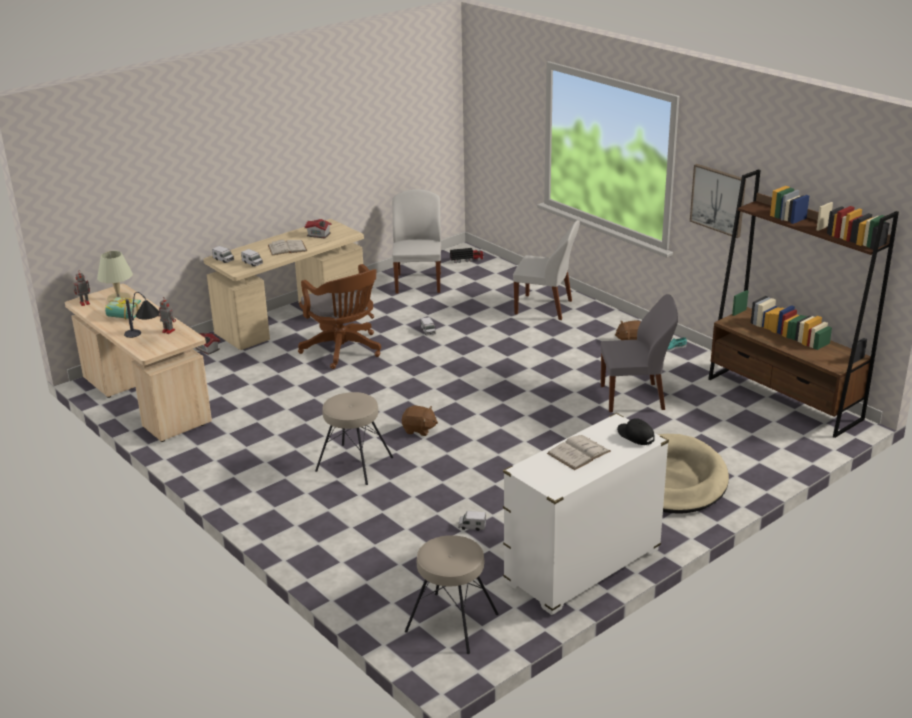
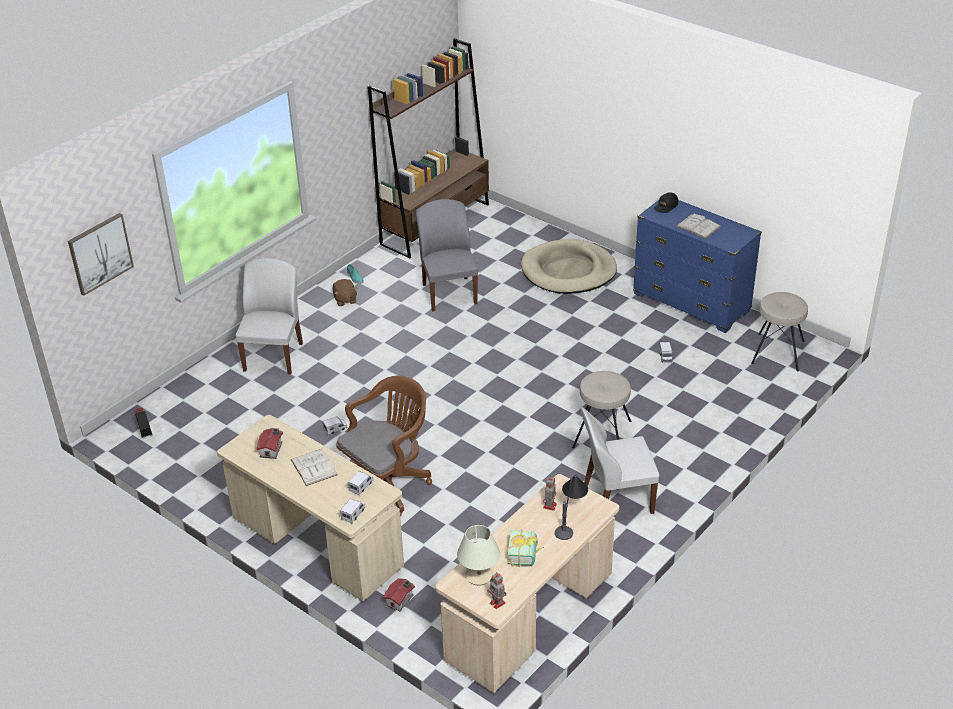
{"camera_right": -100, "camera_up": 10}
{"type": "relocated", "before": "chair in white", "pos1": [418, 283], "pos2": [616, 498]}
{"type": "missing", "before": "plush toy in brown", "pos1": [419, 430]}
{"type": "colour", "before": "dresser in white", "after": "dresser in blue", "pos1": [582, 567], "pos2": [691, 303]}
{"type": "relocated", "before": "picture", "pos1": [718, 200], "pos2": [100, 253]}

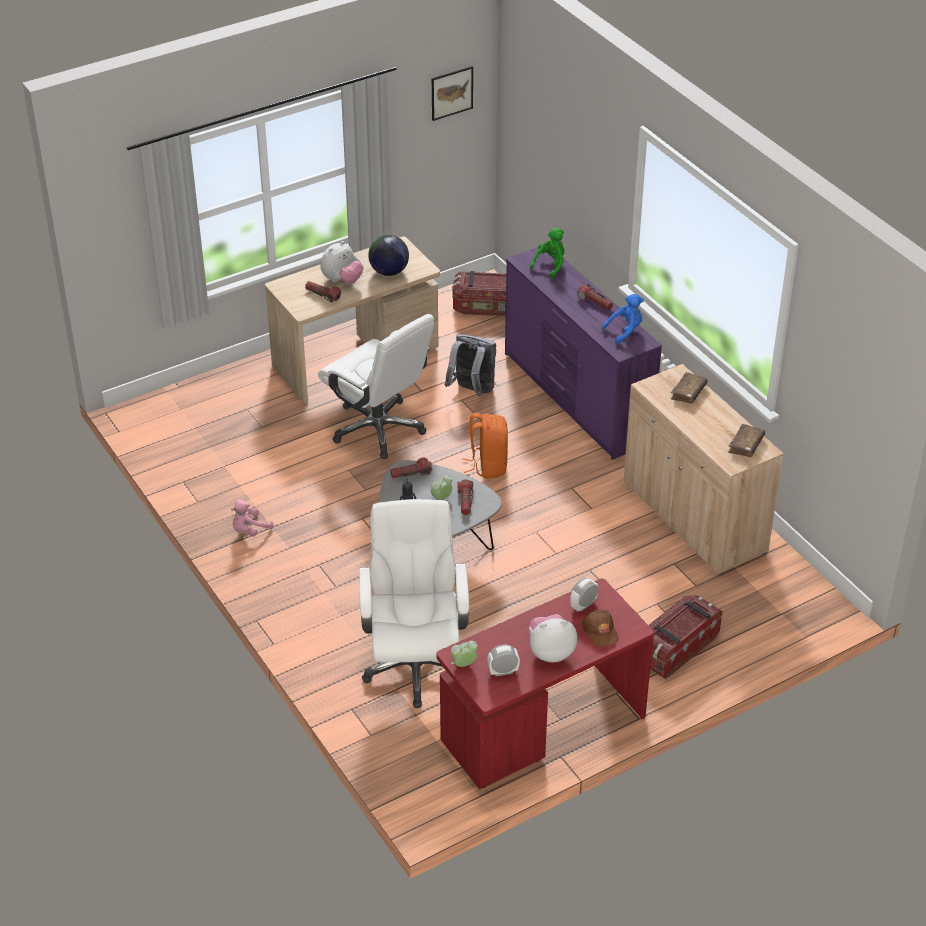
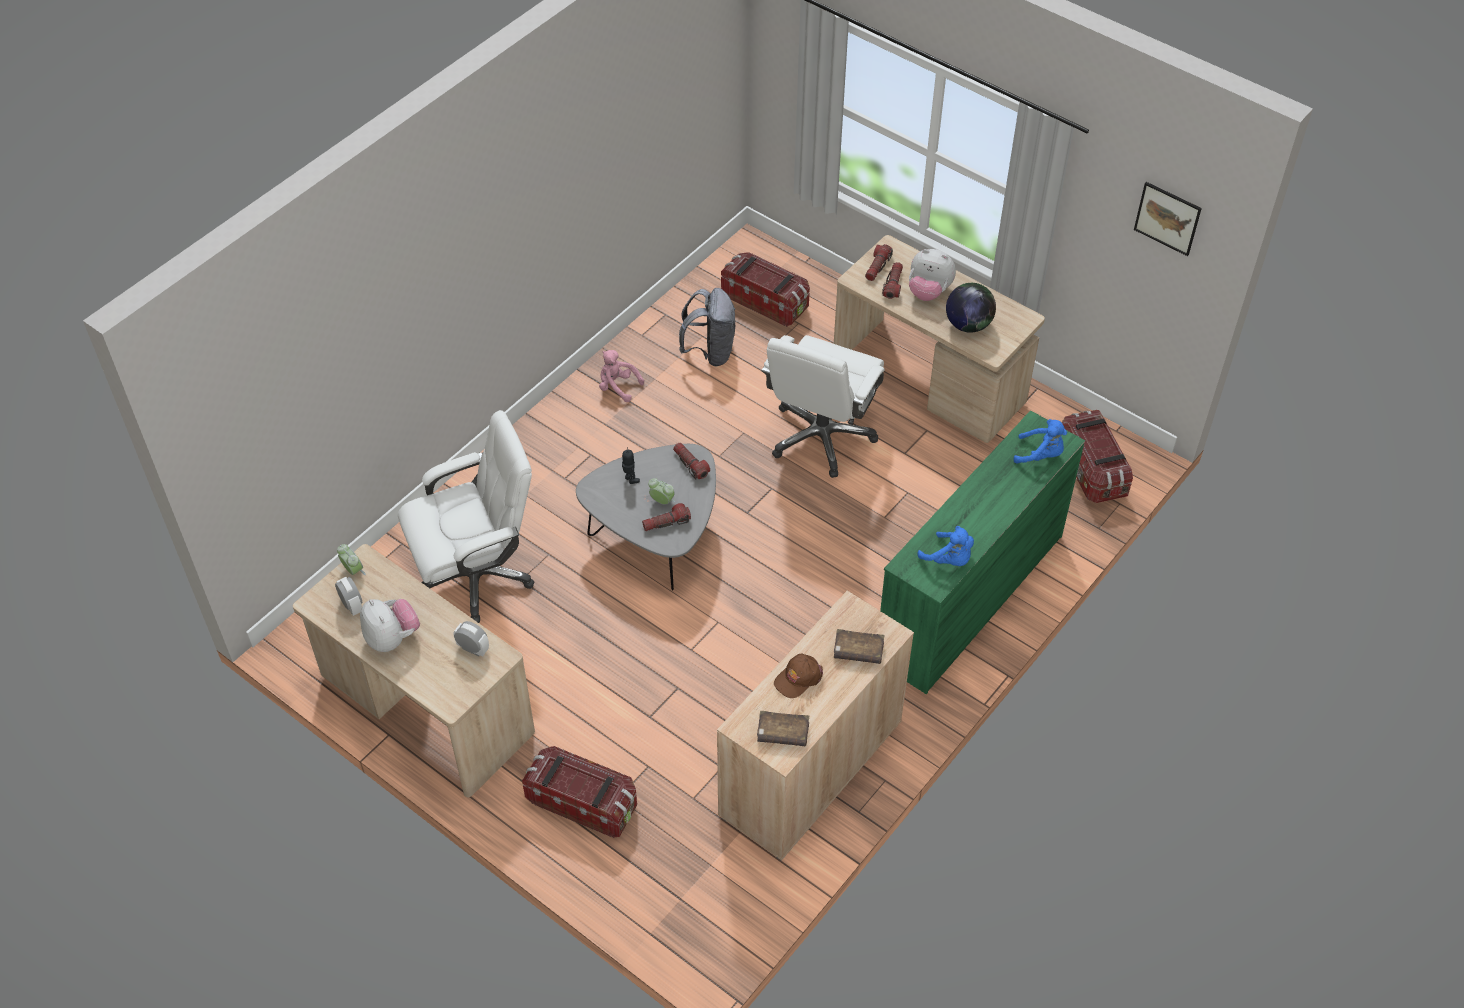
{"camera_right": 70, "camera_up": 10}
{"type": "colour", "before": "desk in red", "after": "desk in beige", "pos1": [542, 727], "pos2": [425, 707]}
{"type": "relocated", "before": "backpack in grey", "pos1": [472, 391], "pos2": [710, 352]}
{"type": "missing", "before": "backpack in orange", "pos1": [488, 466]}
{"type": "colour", "before": "dresser in purple", "after": "dresser in green", "pos1": [576, 398], "pos2": [968, 597]}
{"type": "colour", "before": "plush toy in green", "after": "plush toy in blue", "pos1": [550, 265], "pos2": [1040, 455]}
{"type": "relocated", "before": "flashlight", "pos1": [595, 302], "pos2": [877, 267]}
{"type": "relocated", "before": "cap in brown", "pos1": [600, 631], "pos2": [798, 678]}
{"type": "appeared", "after": "storage box", "pos2": [765, 301]}

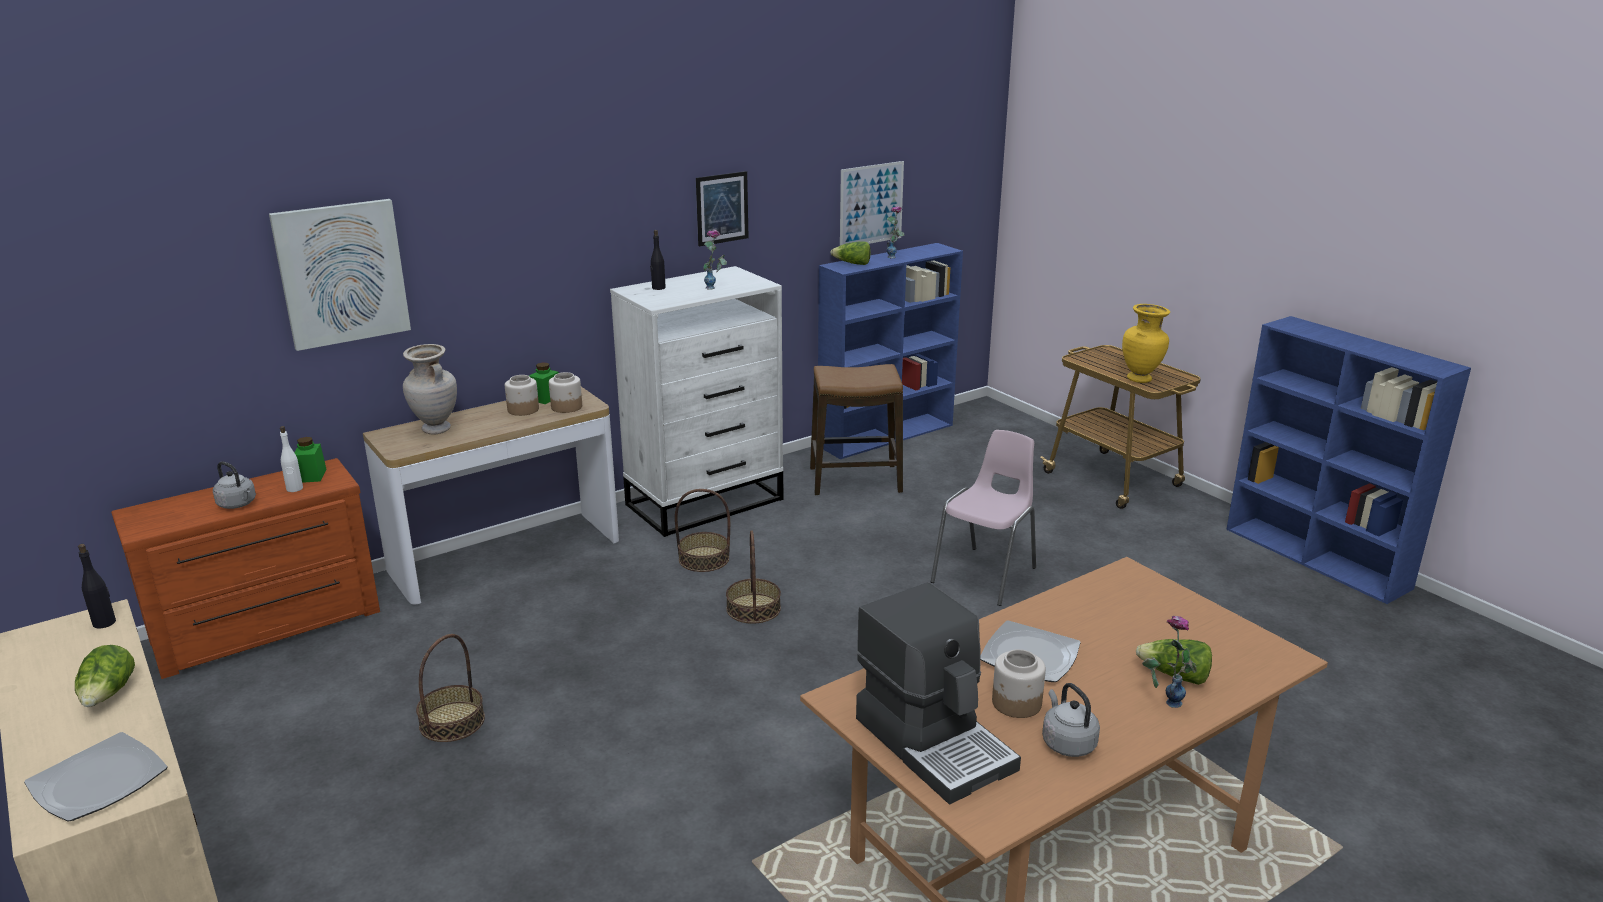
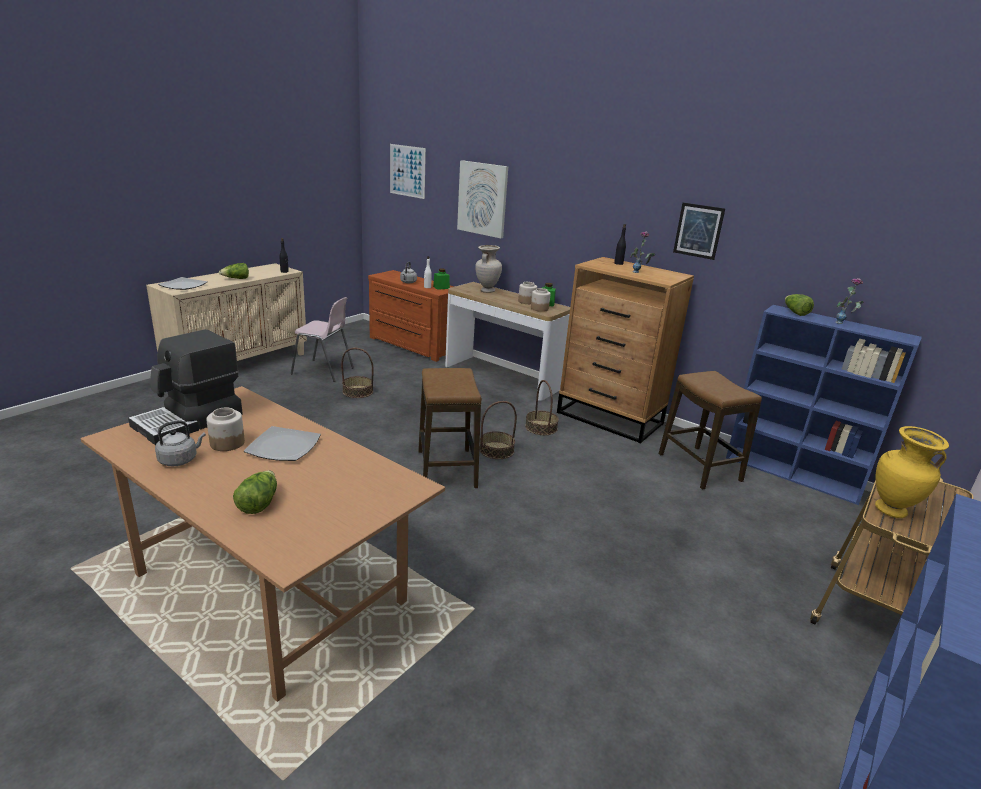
{"camera_right": 70, "camera_up": 0}
{"type": "colour", "before": "dresser in white", "after": "dresser in brown", "pos1": [706, 502], "pos2": [610, 418]}
{"type": "relocated", "before": "picture", "pos1": [871, 204], "pos2": [407, 171]}
{"type": "relocated", "before": "chair in pink", "pos1": [986, 575], "pos2": [323, 371]}
{"type": "missing", "before": "vase", "pos1": [1162, 700]}
{"type": "appeared", "after": "stool", "pos2": [447, 469]}

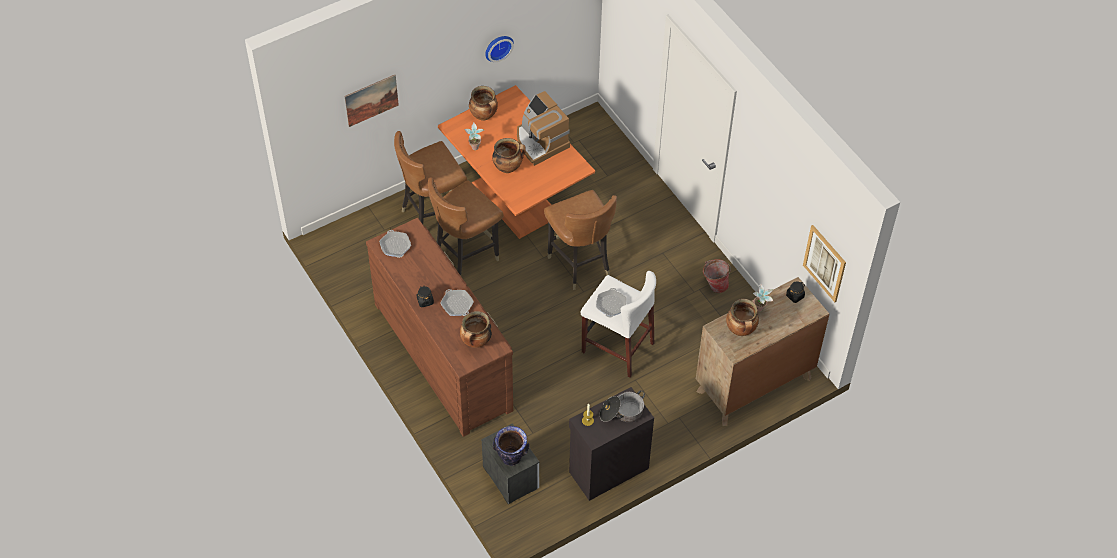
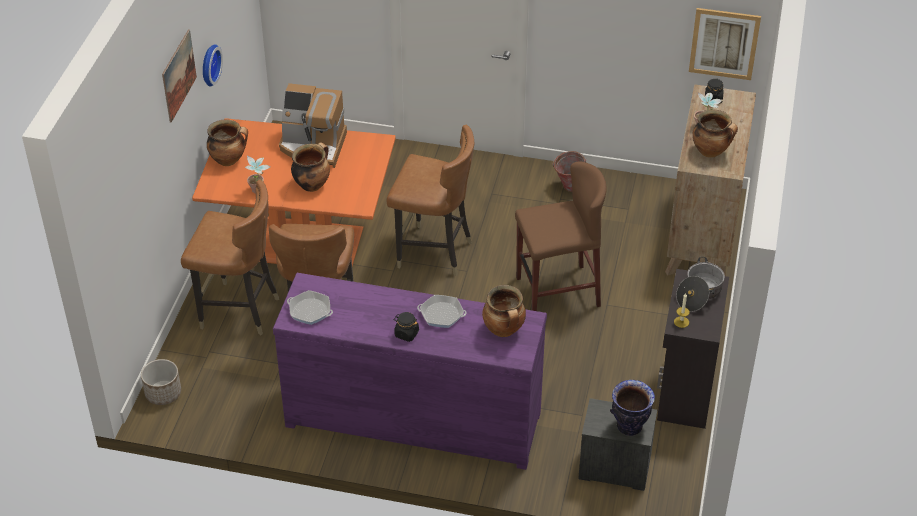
{"camera_right": -45, "camera_up": -10}
{"type": "relocated", "before": "picture", "pos1": [371, 100], "pos2": [178, 75]}
{"type": "colour", "before": "dresser in brown", "after": "dresser in purple", "pos1": [443, 355], "pos2": [413, 417]}
{"type": "spun", "before": "chair in brown", "pos1": [432, 215], "pos2": [238, 311], "turn": -90}
{"type": "colour", "before": "stool in white", "after": "stool in brown", "pos1": [617, 347], "pos2": [557, 292]}
{"type": "missing", "before": "frying pan", "pos1": [611, 305]}
{"type": "appeared", "after": "planter", "pos2": [163, 393]}

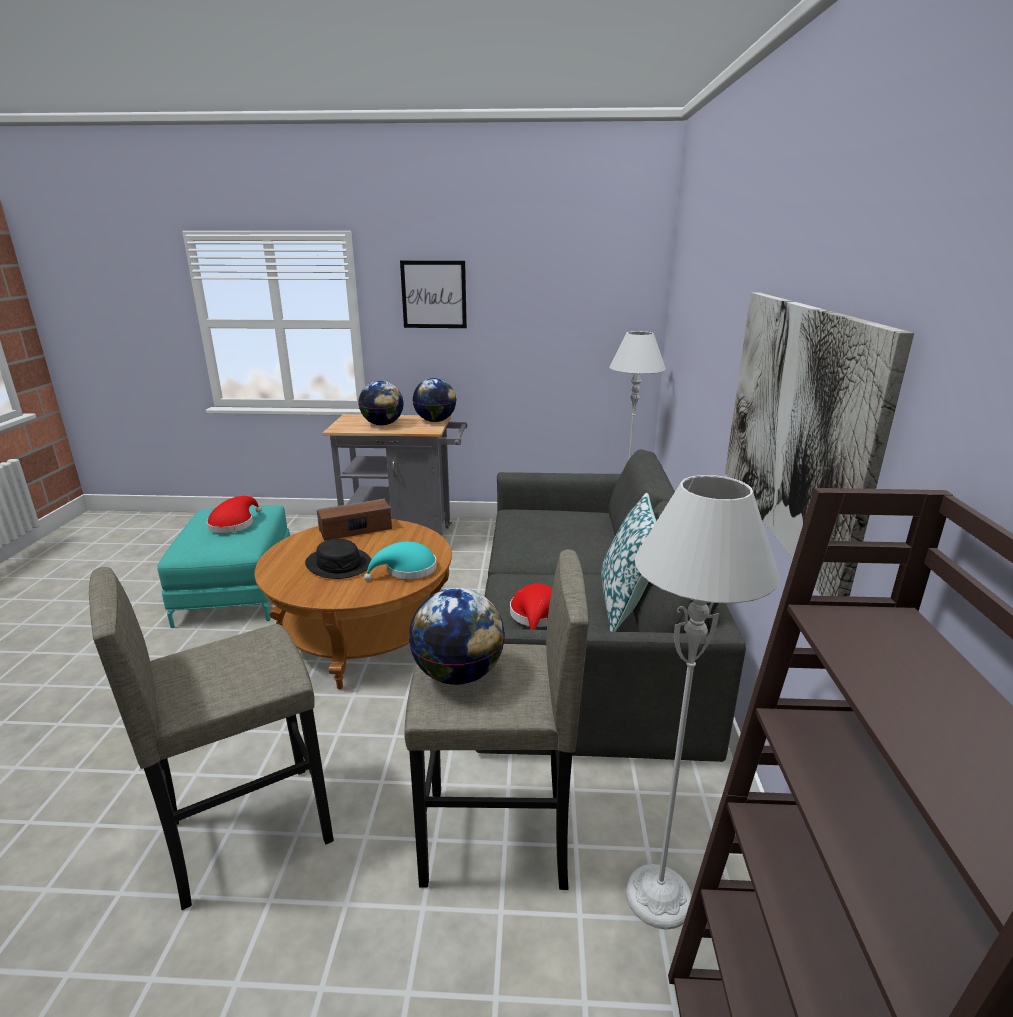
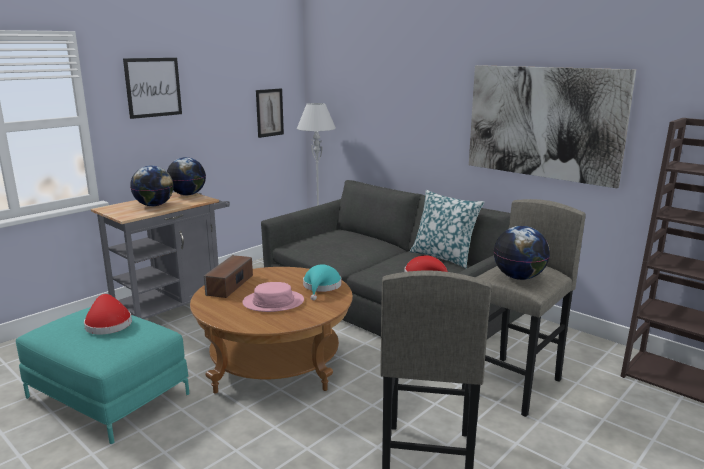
{"camera_right": -50, "camera_up": -5}
{"type": "colour", "before": "hat in black", "after": "hat in pink", "pos1": [339, 564], "pos2": [273, 302]}
{"type": "missing", "before": "floor lamp in grey", "pos1": [658, 896]}
{"type": "appeared", "after": "picture", "pos2": [269, 112]}

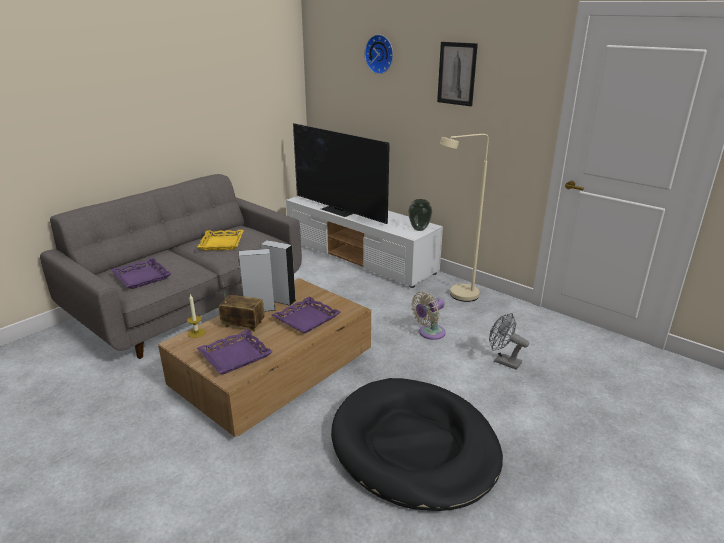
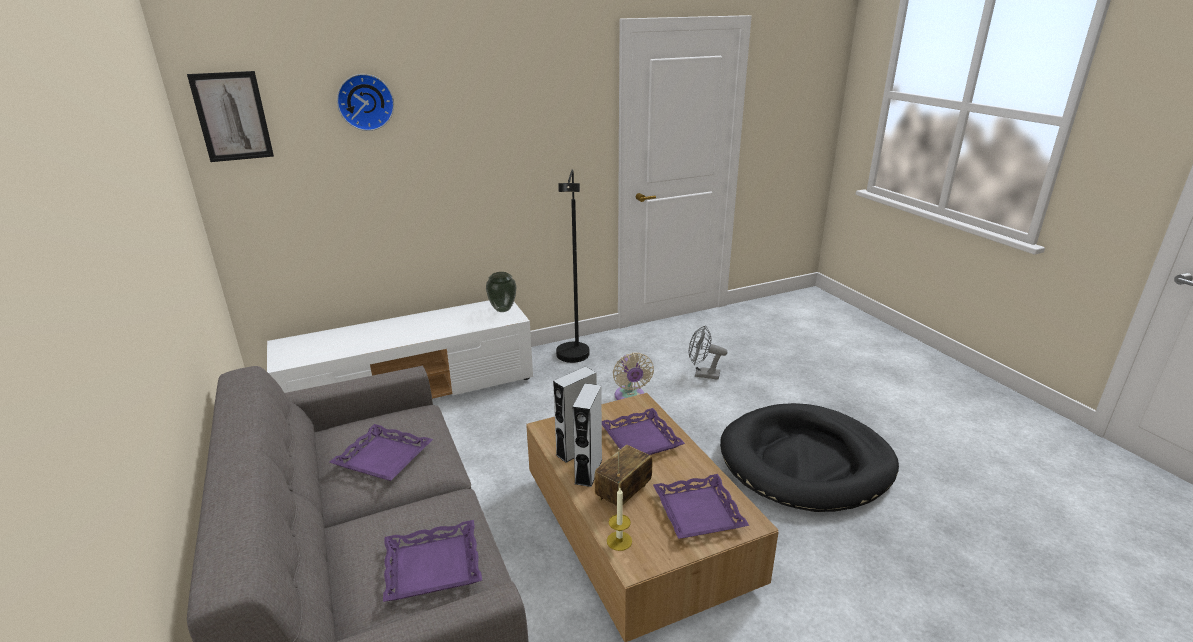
{"camera_right": -65, "camera_up": 0}
{"type": "colour", "before": "tray in yellow", "after": "tray in purple", "pos1": [221, 243], "pos2": [383, 458]}
{"type": "missing", "before": "television", "pos1": [339, 210]}
{"type": "relocated", "before": "picture", "pos1": [457, 74], "pos2": [232, 116]}
{"type": "colour", "before": "floor lamp in beige", "after": "floor lamp in black", "pos1": [457, 296], "pos2": [573, 359]}
{"type": "spun", "before": "fan in grey", "pos1": [503, 361], "pos2": [702, 374], "turn": 45}

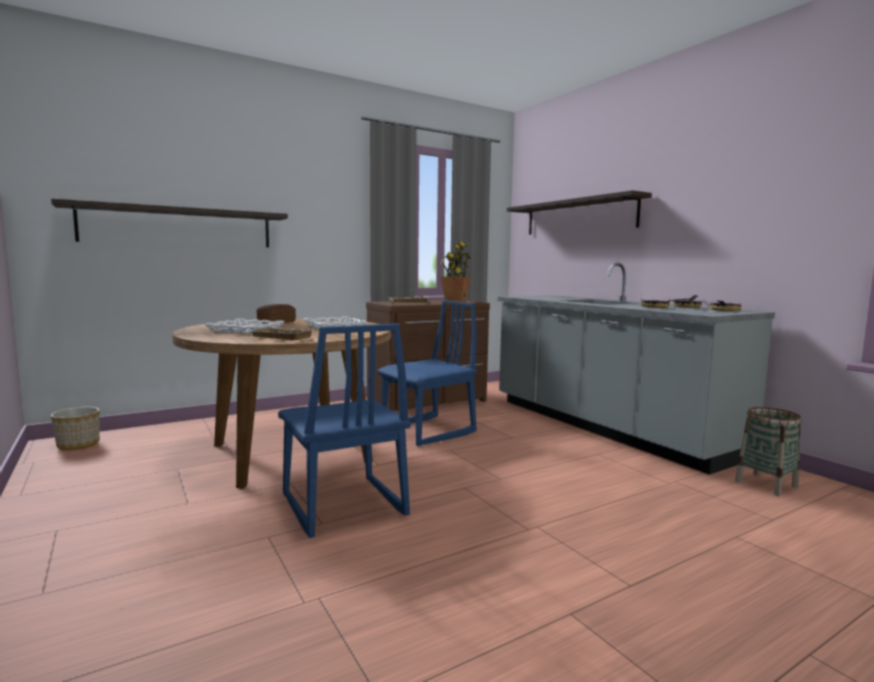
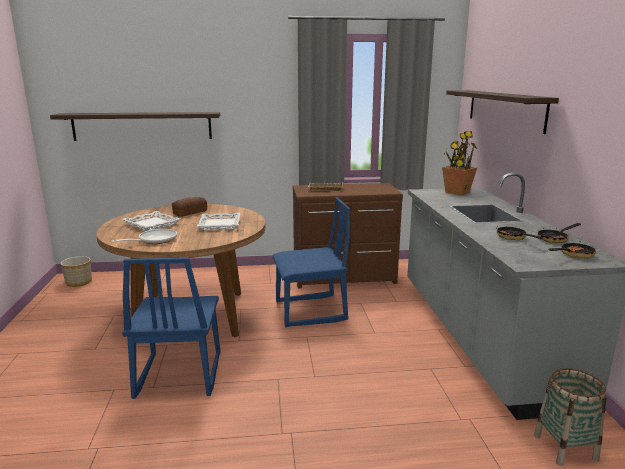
{"camera_right": 25, "camera_up": 10}
{"type": "exchanged", "before": "tray in beige", "after": "frying pan", "pos1": [279, 337], "pos2": [154, 240]}
{"type": "relocated", "before": "potted plant", "pos1": [455, 301], "pos2": [457, 192]}

